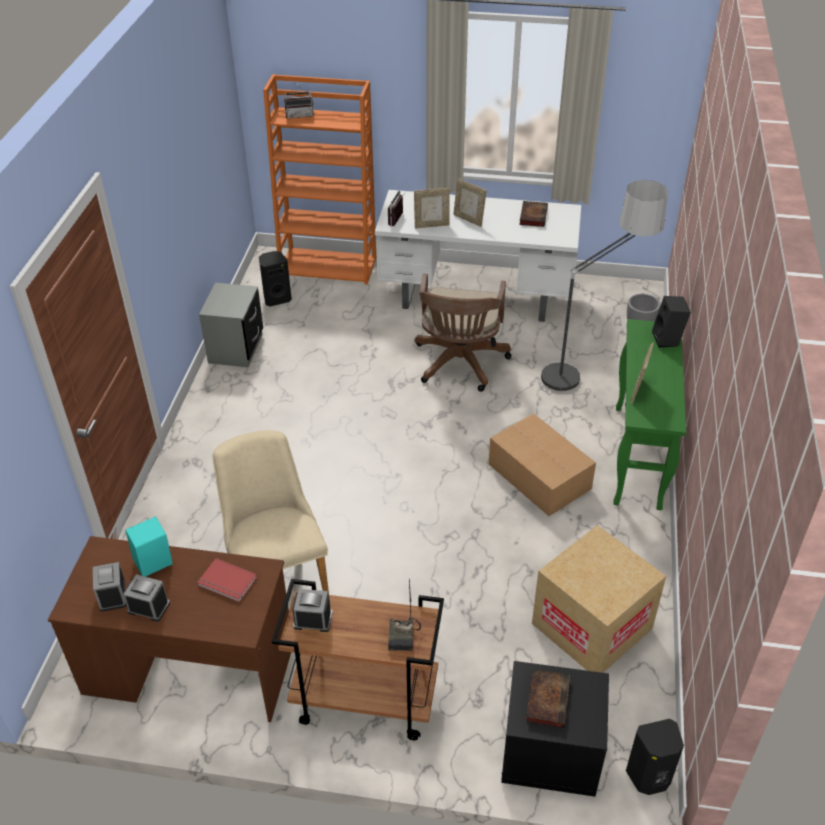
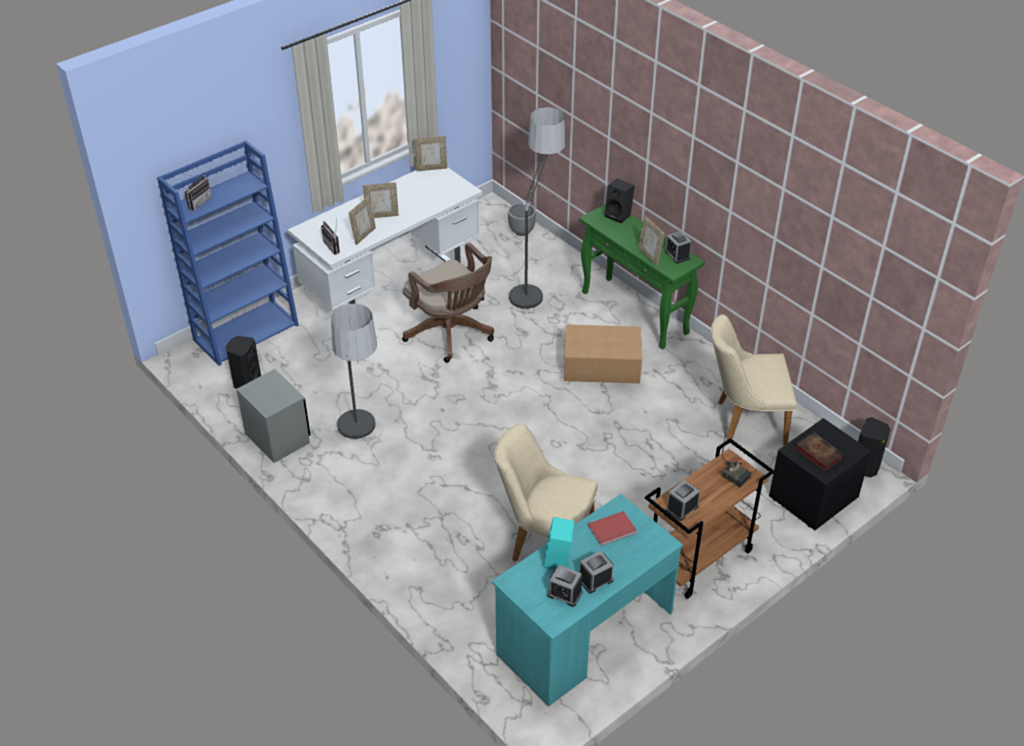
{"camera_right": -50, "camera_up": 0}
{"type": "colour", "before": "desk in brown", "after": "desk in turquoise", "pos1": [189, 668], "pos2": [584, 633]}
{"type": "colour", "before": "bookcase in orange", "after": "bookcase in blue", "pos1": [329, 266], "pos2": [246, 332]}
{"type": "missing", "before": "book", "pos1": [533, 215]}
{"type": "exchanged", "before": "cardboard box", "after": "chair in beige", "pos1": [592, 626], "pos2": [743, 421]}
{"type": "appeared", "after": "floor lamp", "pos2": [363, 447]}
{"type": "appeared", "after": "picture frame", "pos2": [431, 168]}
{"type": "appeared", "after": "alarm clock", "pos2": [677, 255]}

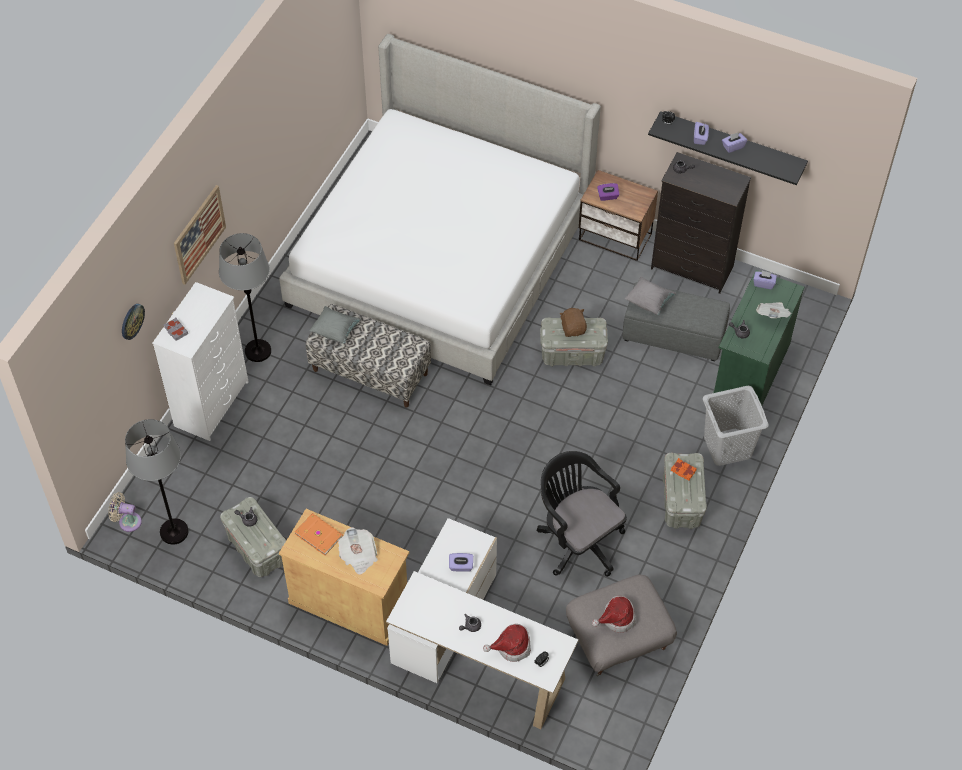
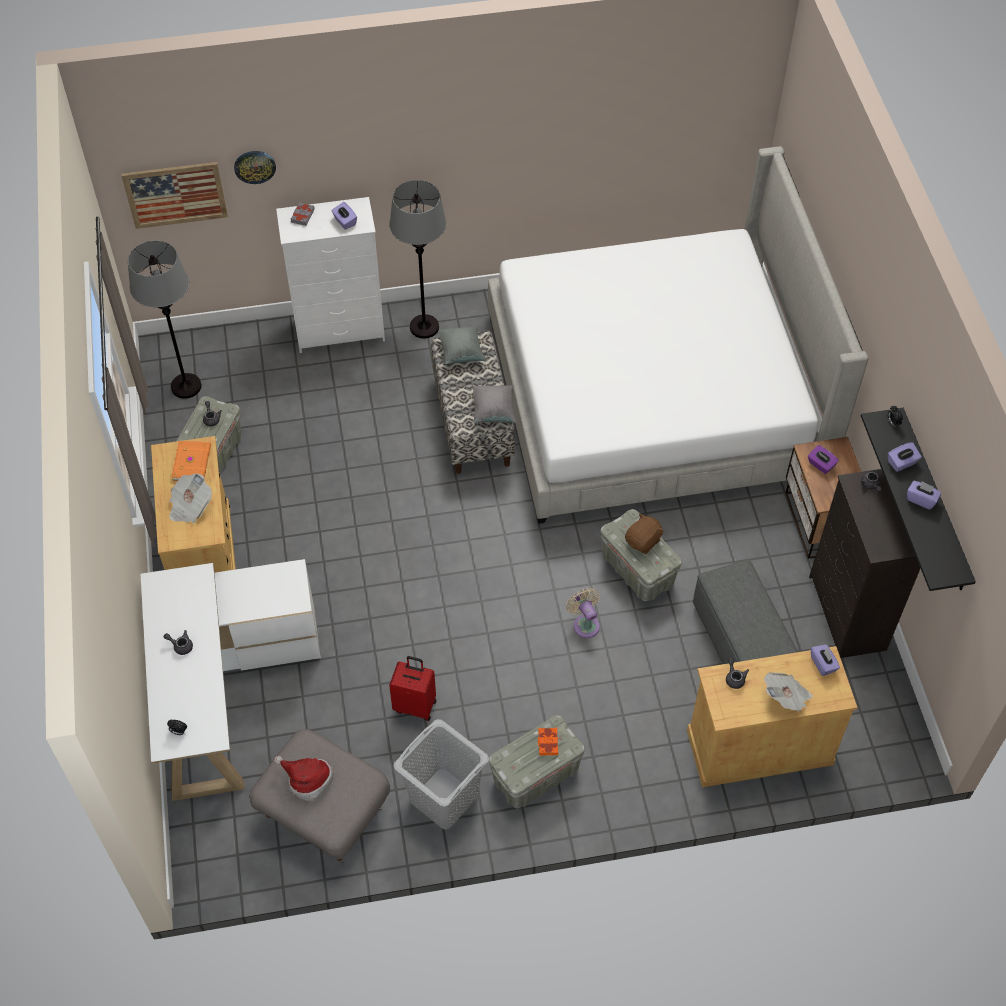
{"camera_right": 55, "camera_up": 0}
{"type": "relocated", "before": "fan in beige", "pos1": [127, 521], "pos2": [585, 623]}
{"type": "relocated", "before": "picture", "pos1": [199, 234], "pos2": [175, 194]}
{"type": "relocated", "before": "tissue box in purple", "pos1": [461, 566], "pos2": [345, 222]}
{"type": "missing", "before": "hat", "pos1": [511, 646]}
{"type": "exchanged", "before": "office chair in black", "after": "suitcase in red", "pos1": [577, 540], "pos2": [415, 705]}
{"type": "relocated", "before": "pillow in grey", "pos1": [649, 302], "pos2": [494, 411]}
{"type": "relocated", "before": "laundry basket in grey", "pos1": [728, 447], "pos2": [444, 799]}
{"type": "colour", "before": "cabinet in green", "after": "cabinet in beige", "pos1": [750, 372], "pos2": [759, 746]}

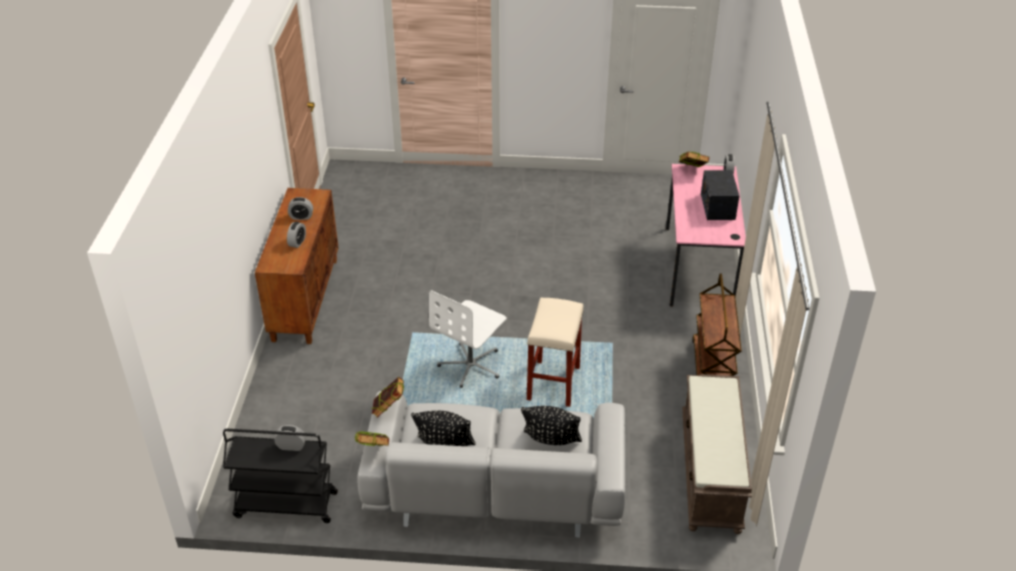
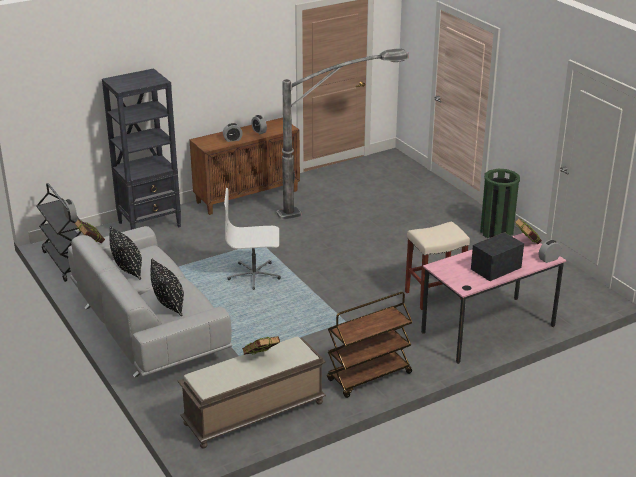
{"camera_right": 55, "camera_up": -10}
{"type": "relocated", "before": "book", "pos1": [389, 409], "pos2": [261, 358]}
{"type": "relocated", "before": "stool in beige", "pos1": [553, 382], "pos2": [434, 295]}
{"type": "appeared", "after": "bookcase in black", "pos2": [150, 224]}
{"type": "appeared", "after": "floor lamp", "pos2": [340, 204]}
{"type": "appeared", "after": "trash can in green", "pos2": [496, 232]}

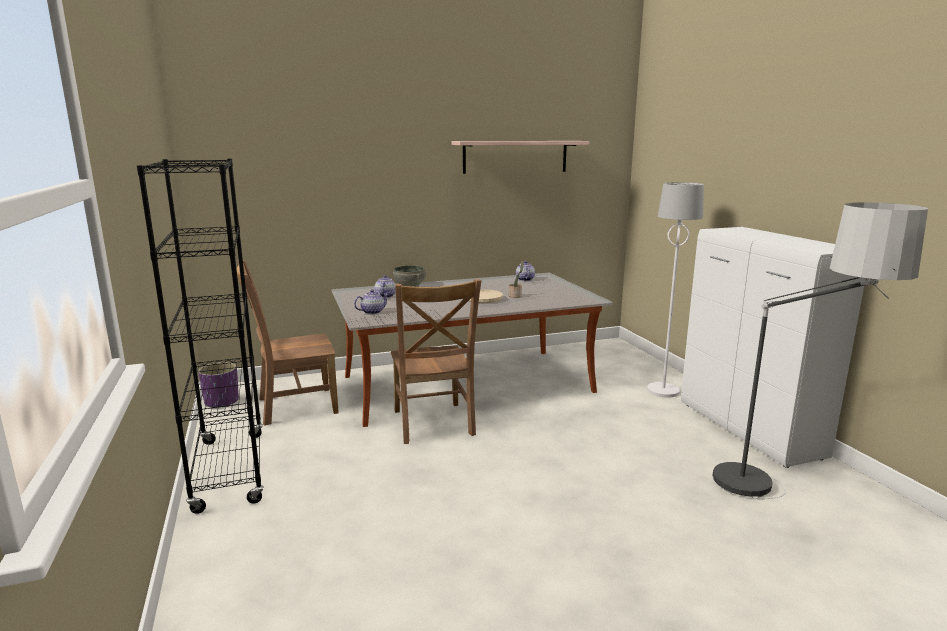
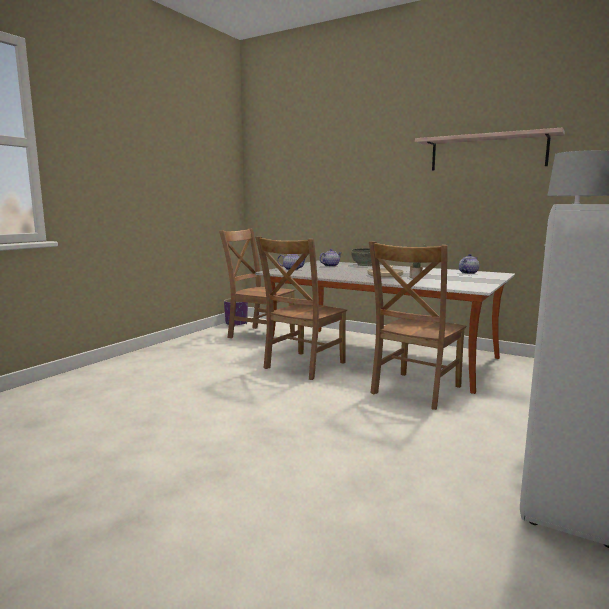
{"camera_right": 50, "camera_up": -5}
{"type": "missing", "before": "bookcase in black", "pos1": [230, 470]}
{"type": "missing", "before": "floor lamp", "pos1": [779, 507]}
{"type": "appeared", "after": "chair in brown", "pos2": [414, 391]}

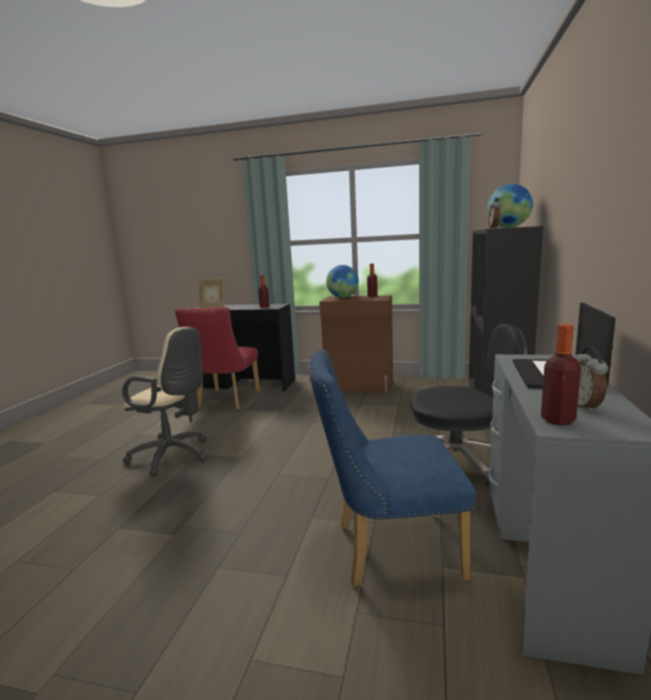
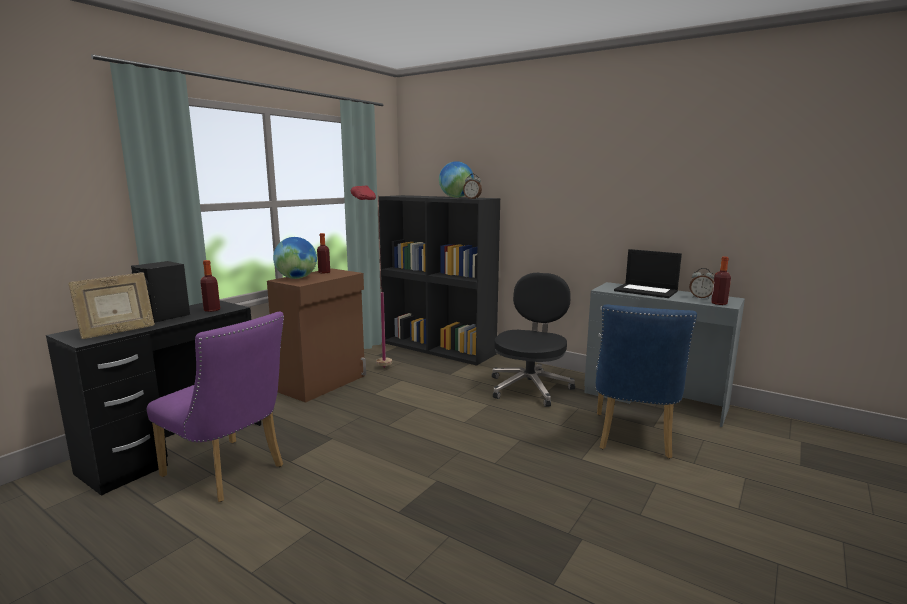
{"camera_right": -70, "camera_up": 0}
{"type": "missing", "before": "office chair in beige", "pos1": [174, 456]}
{"type": "colour", "before": "chair in red", "after": "chair in purple", "pos1": [225, 402], "pos2": [229, 473]}
{"type": "appeared", "after": "speaker in black", "pos2": [164, 317]}
{"type": "appeared", "after": "floor lamp in red", "pos2": [374, 364]}

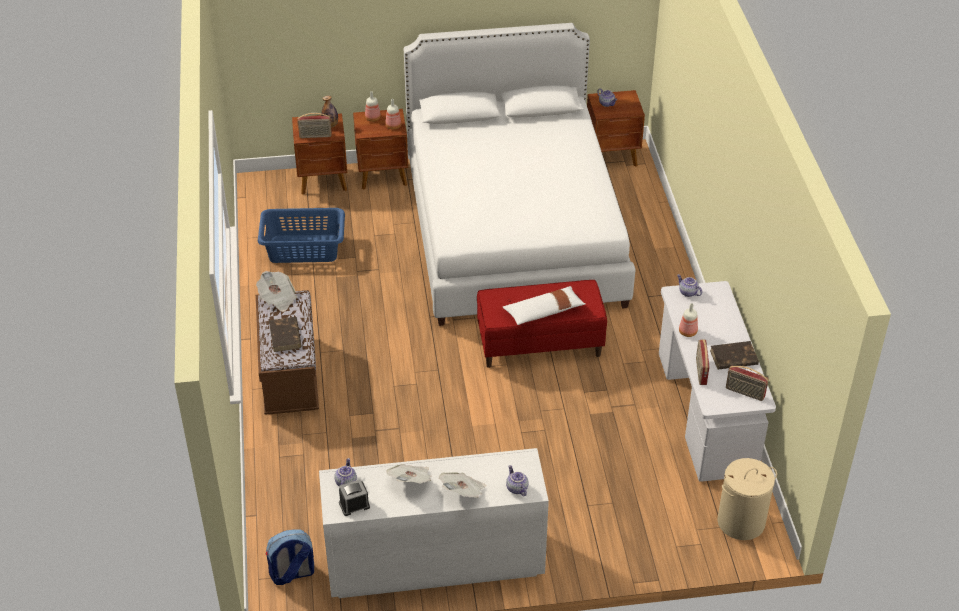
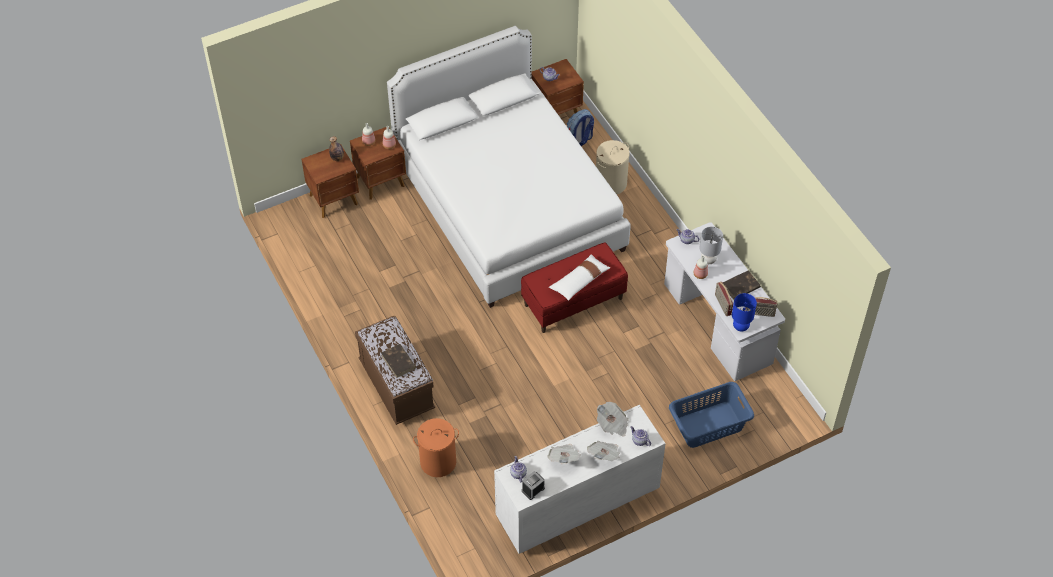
{"camera_right": -20, "camera_up": 10}
{"type": "relocated", "before": "newspaper", "pos1": [277, 299], "pos2": [612, 424]}
{"type": "relocated", "before": "laundry basket in blue", "pos1": [304, 249], "pos2": [709, 425]}
{"type": "relocated", "before": "backpack", "pos1": [292, 574], "pos2": [579, 141]}
{"type": "missing", "before": "radio", "pos1": [315, 136]}
{"type": "relocated", "before": "laundry basket in beige", "pos1": [740, 522], "pos2": [610, 183]}
{"type": "appeared", "after": "laundry basket in orange", "pos2": [438, 462]}
{"type": "appeared", "after": "table lamp in grey", "pos2": [708, 259]}
{"type": "appeared", "after": "table lamp in blue", "pos2": [740, 326]}

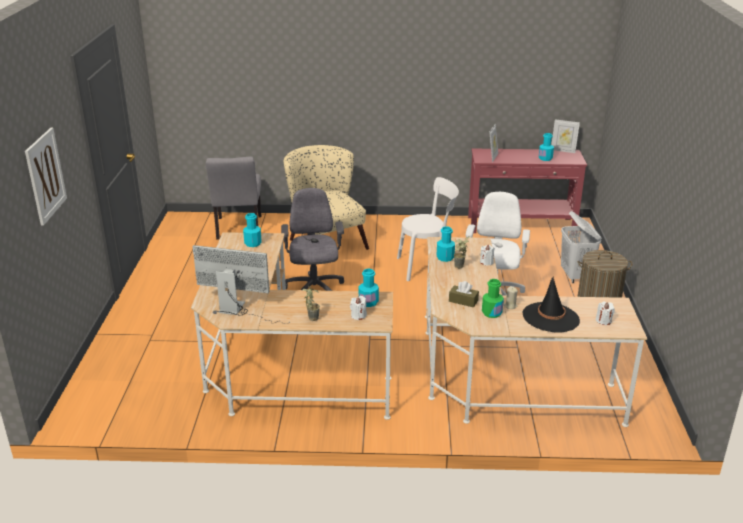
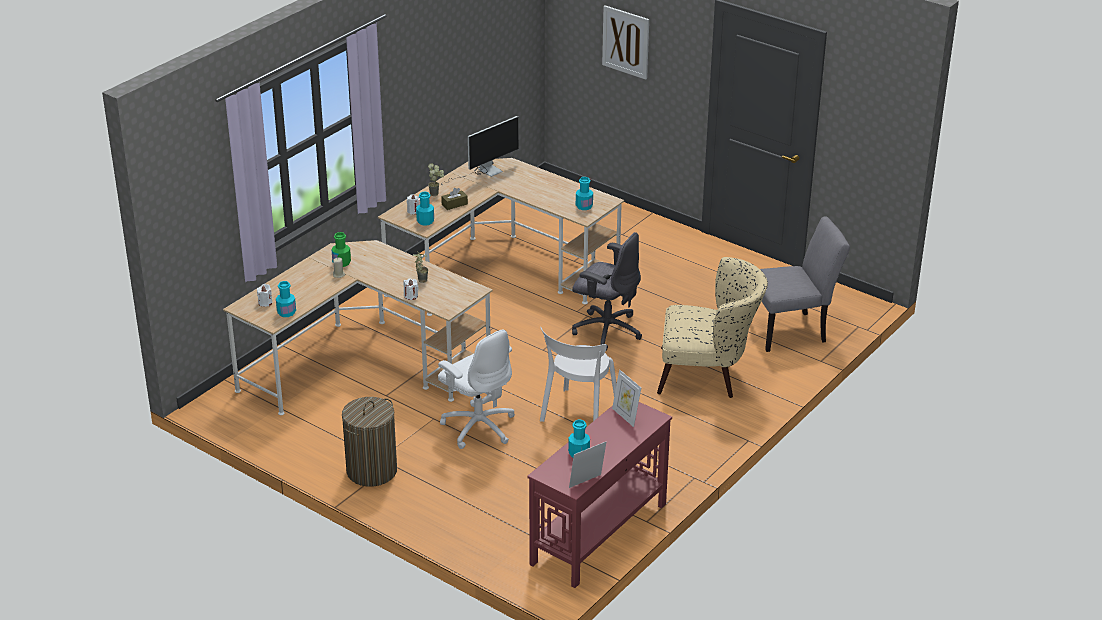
{"camera_right": 125, "camera_up": 5}
{"type": "spun", "before": "chair in grey", "pos1": [238, 230], "pos2": [793, 331], "turn": 135}
{"type": "relocated", "before": "bottle in turquoise", "pos1": [445, 258], "pos2": [286, 312]}
{"type": "relocated", "before": "tissue box in brown", "pos1": [463, 301], "pos2": [454, 204]}
{"type": "missing", "before": "hat in black", "pos1": [550, 317]}
{"type": "missing", "before": "laundry basket in white", "pos1": [575, 276]}

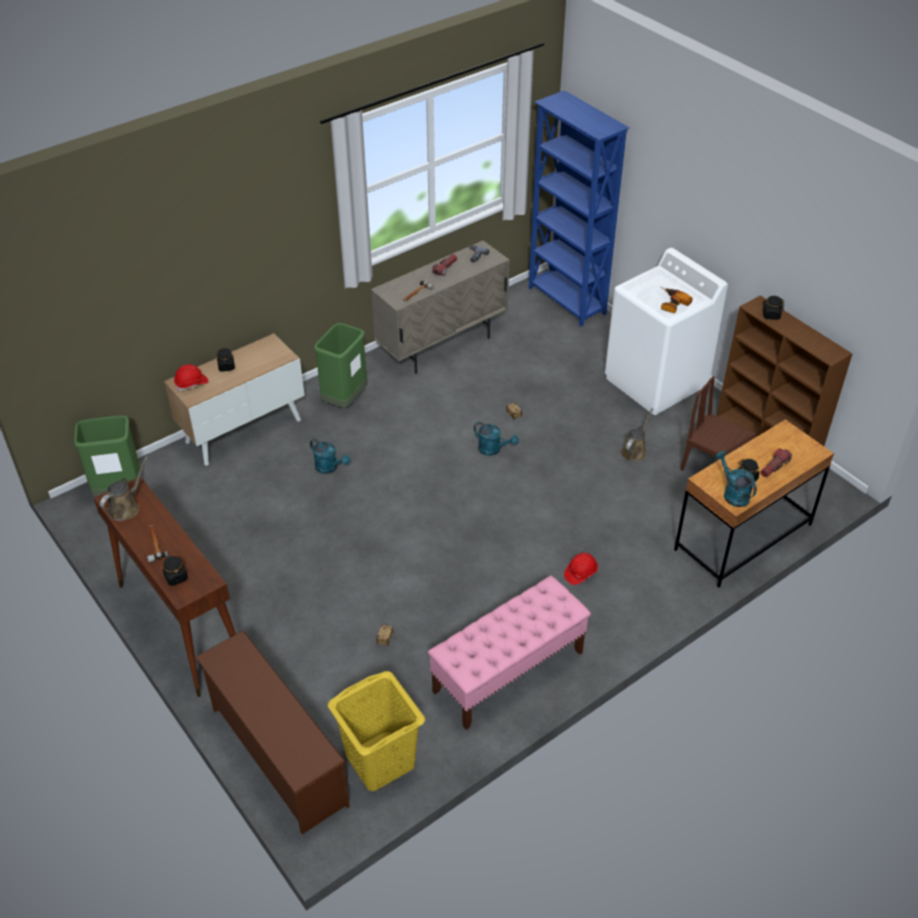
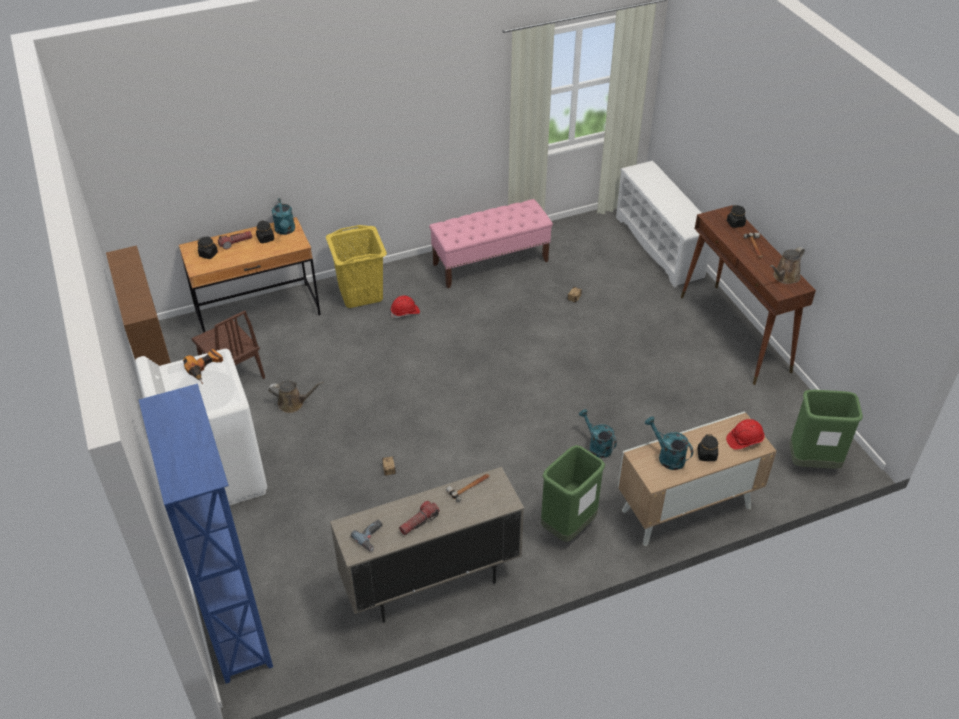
{"camera_right": -165, "camera_up": 0}
{"type": "colour", "before": "shoe rack in brown", "after": "shoe rack in white", "pos1": [276, 756], "pos2": [660, 247]}
{"type": "relocated", "before": "laundry basket in yellow", "pos1": [380, 760], "pos2": [360, 294]}
{"type": "relocated", "before": "watering can in turquoise", "pos1": [493, 449], "pos2": [667, 456]}
{"type": "spun", "before": "watering can in brown", "pos1": [634, 451], "pos2": [293, 403], "turn": -135}
{"type": "relocated", "before": "jar in black", "pos1": [771, 315], "pos2": [208, 254]}

